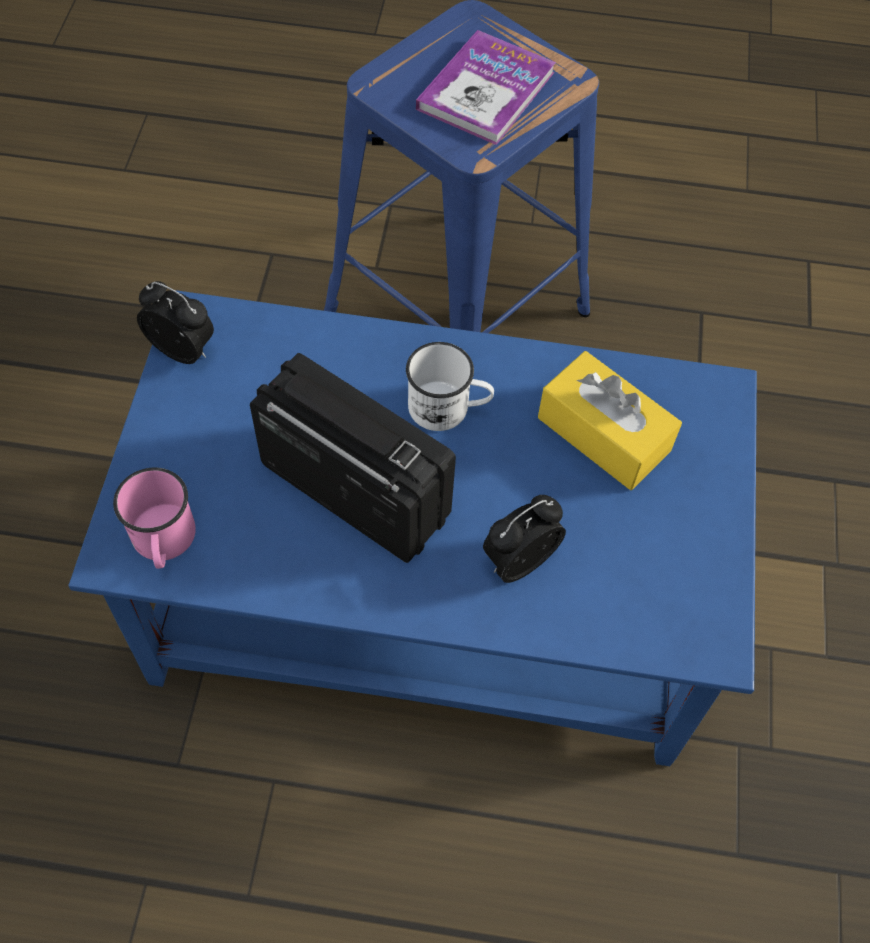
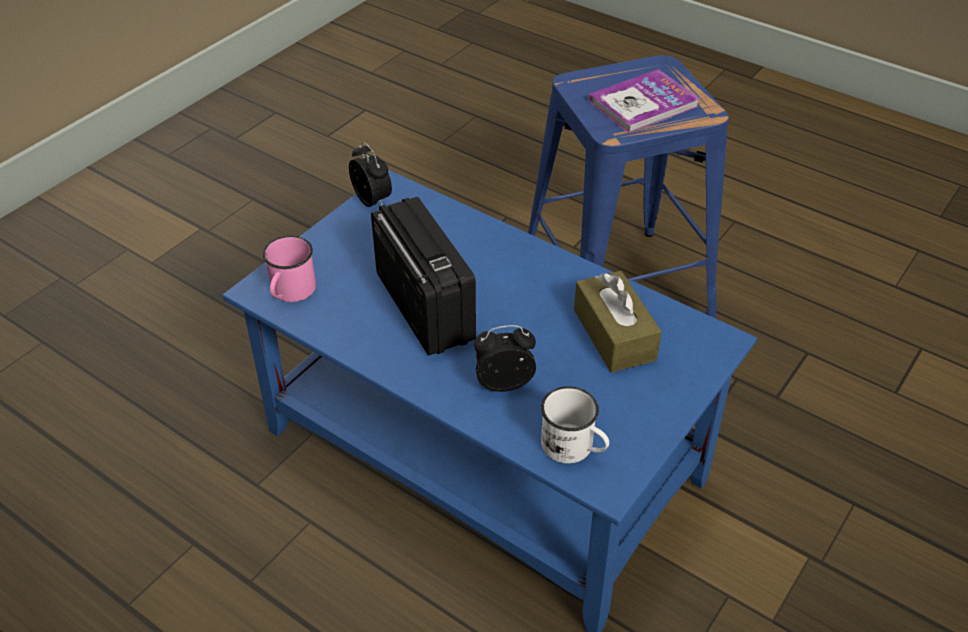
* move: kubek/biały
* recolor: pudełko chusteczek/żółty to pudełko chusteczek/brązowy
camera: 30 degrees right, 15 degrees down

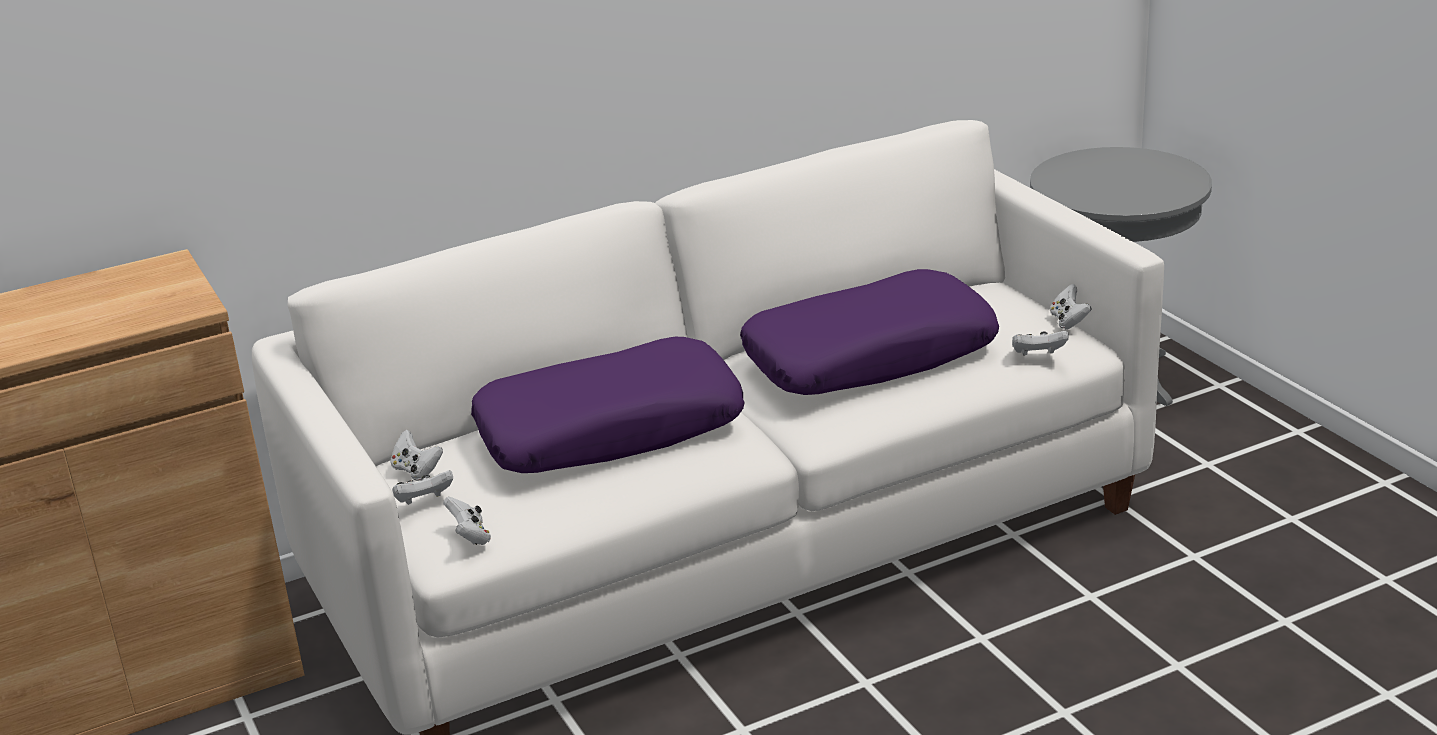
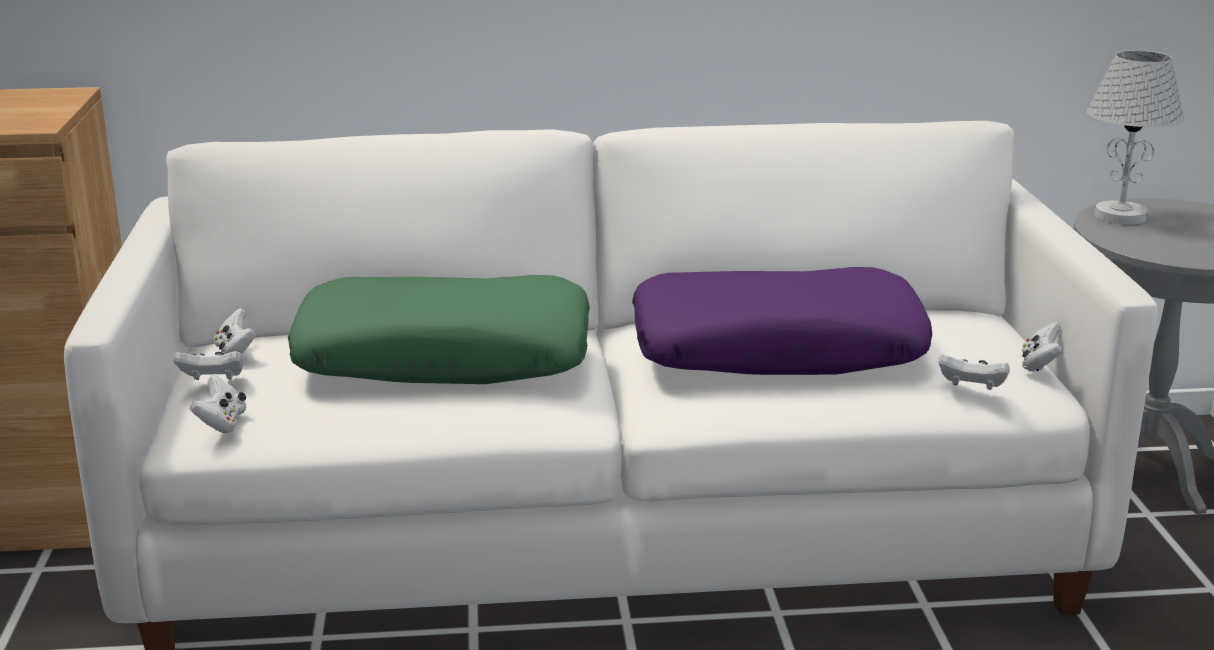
* insert: lampa stołowa/biały
* recolor: poduszka/fioletowy (1st from left) to poduszka/zielony
camera: 20 degrees right, 5 degrees down

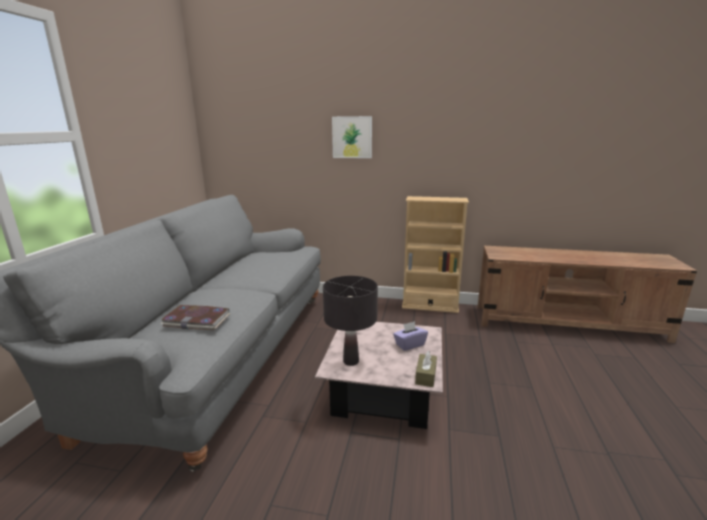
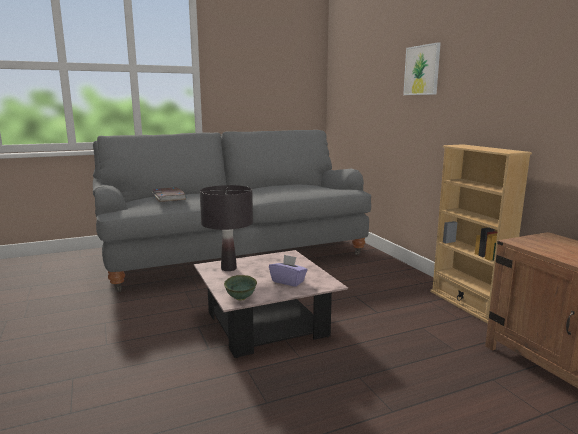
* replace: pudełko chusteczek/brązowy to miska/zielony
camera: 55 degrees right, 5 degrees down

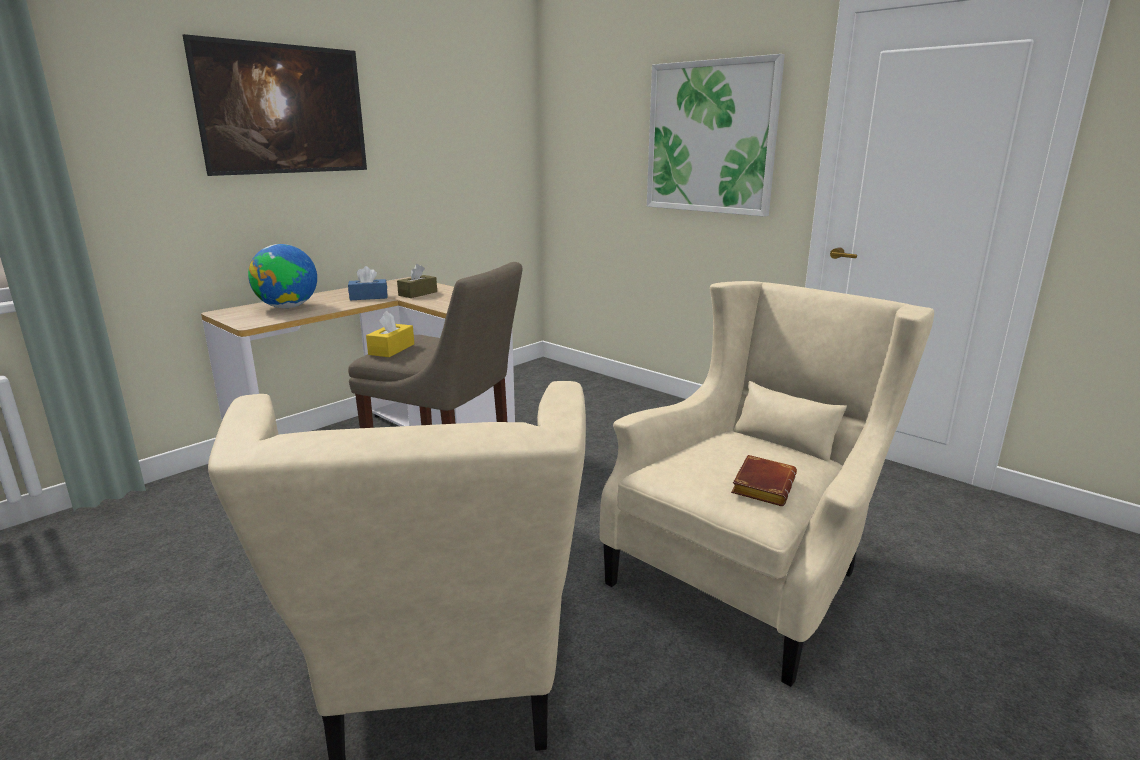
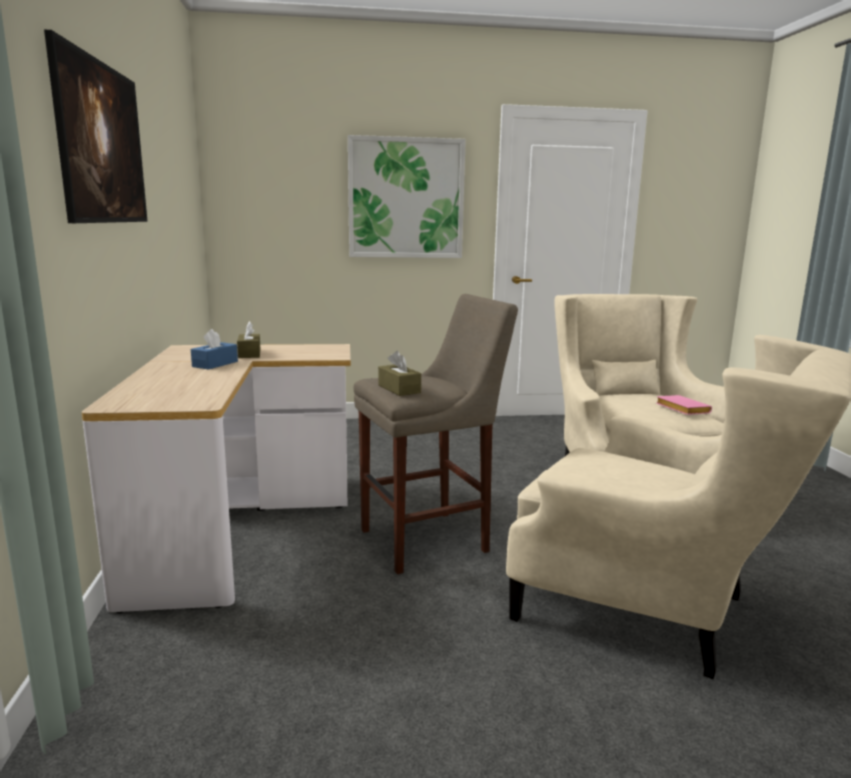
* delete: globus
* recolor: pudełko chusteczek/żółty to pudełko chusteczek/brązowy (2nd from left)
* recolor: książka/brązowy to książka/różowy
camera: 50 degrees left, 5 degrees down

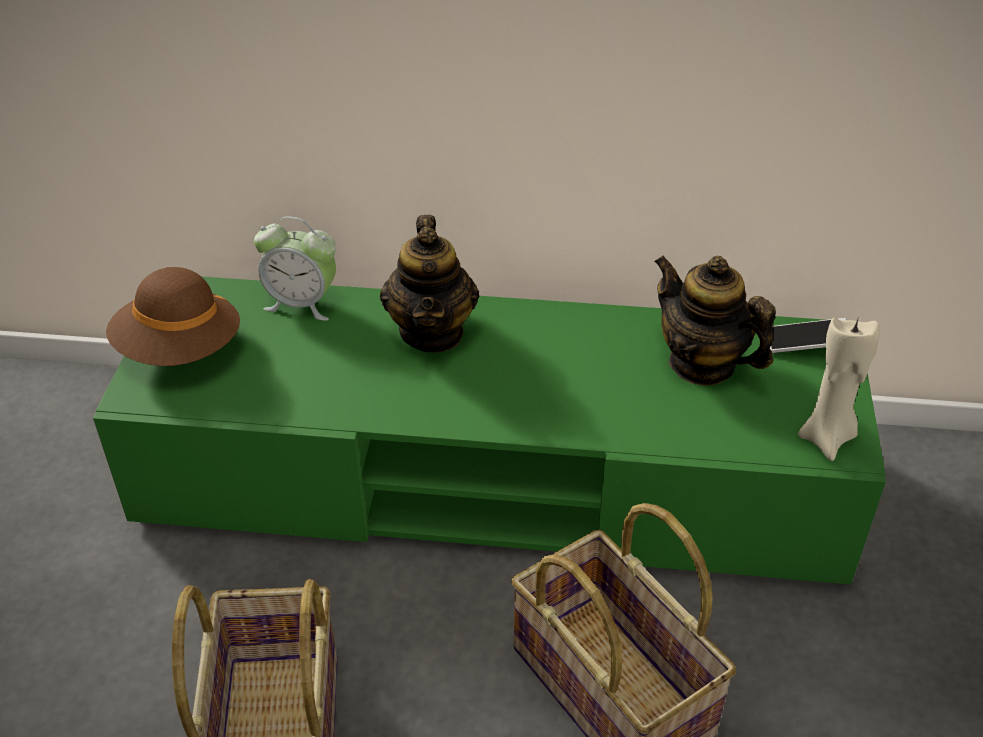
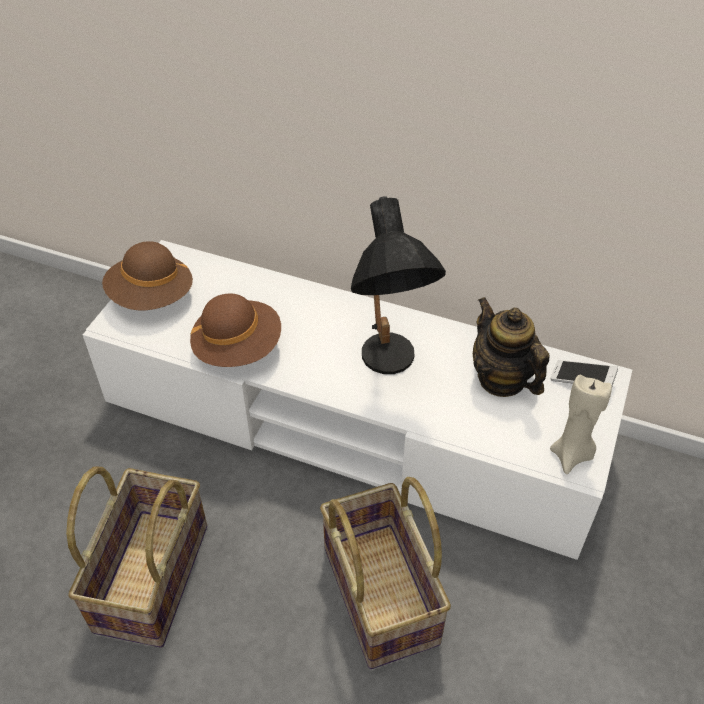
* delete: budzik
* delete: imbryk (1st from left)
* insert: kapelusz/brązowy (2nd from left)
* insert: lampa stołowa/czarny
* recolor: szafka pod telewizor/zielony to szafka pod telewizor/biały
camera: 15 degrees right, 5 degrees up

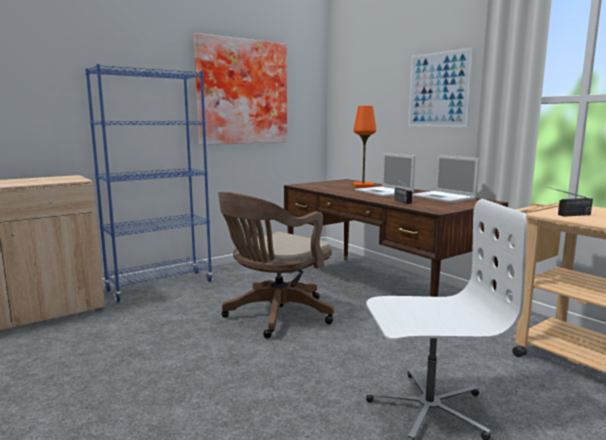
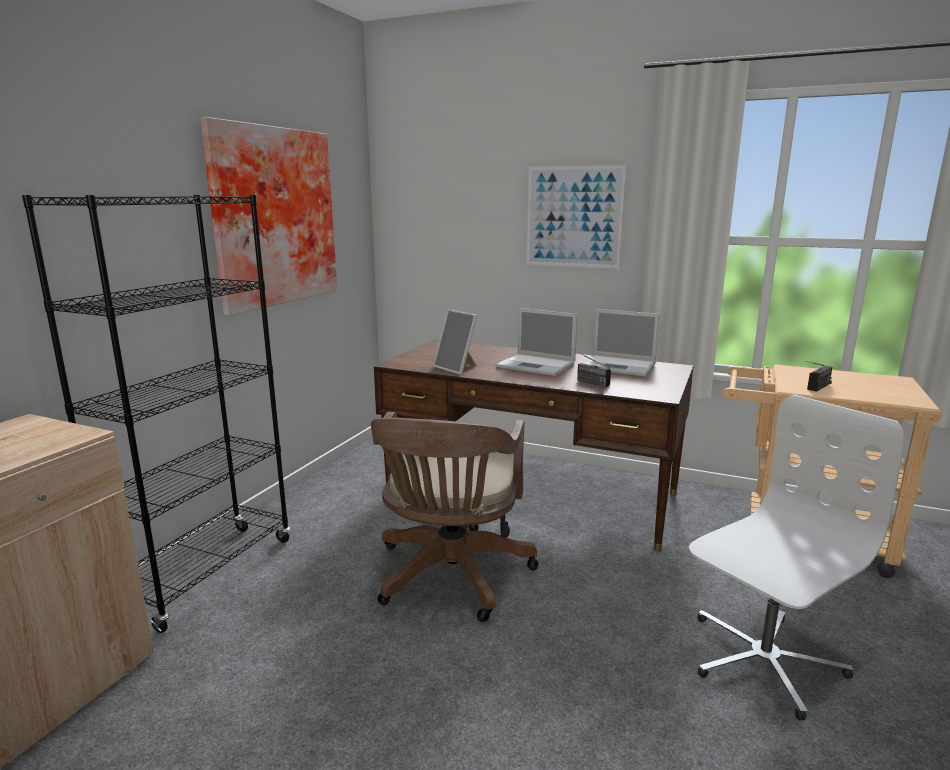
* delete: lampa stołowa/pomarańczowy
* insert: ramka na zdjęcie
* recolor: regał/niebieski to regał/czarny
camera: 30 degrees left, 5 degrees up

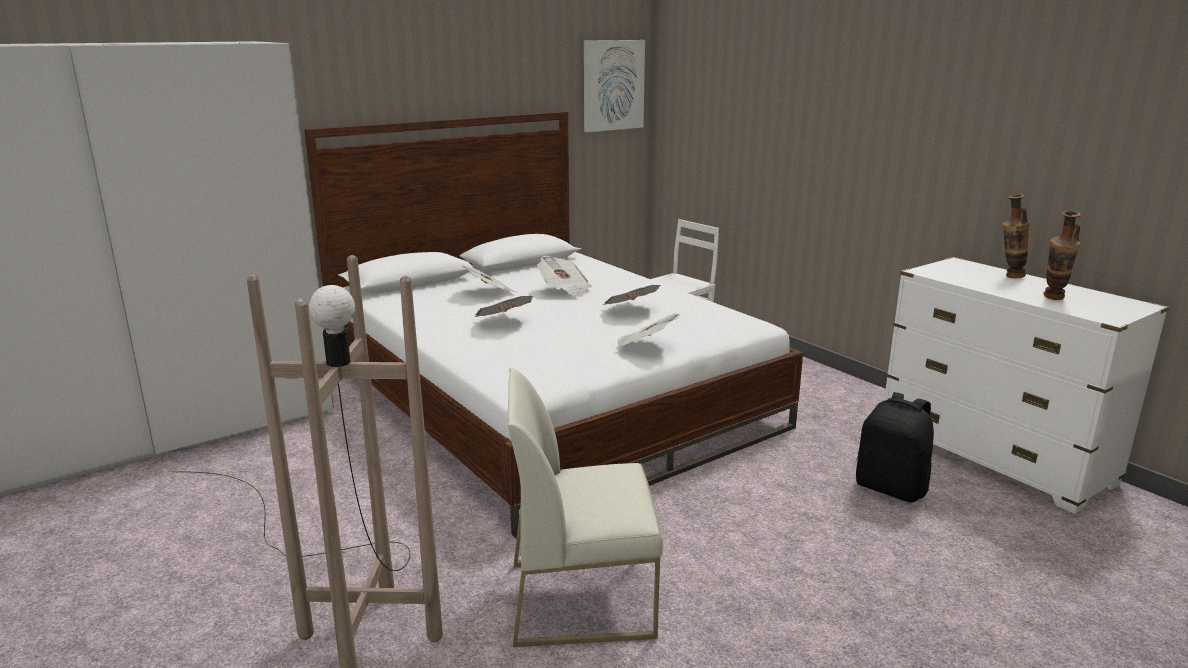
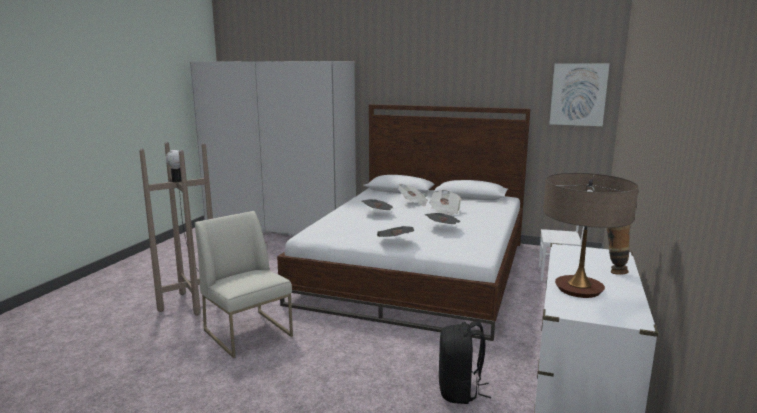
* replace: wazon (2nd from left) to lampa stołowa
camera: 55 degrees right, 5 degrees down

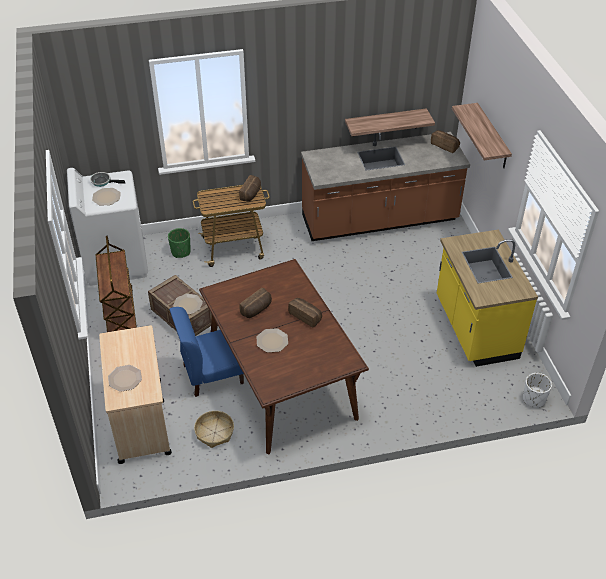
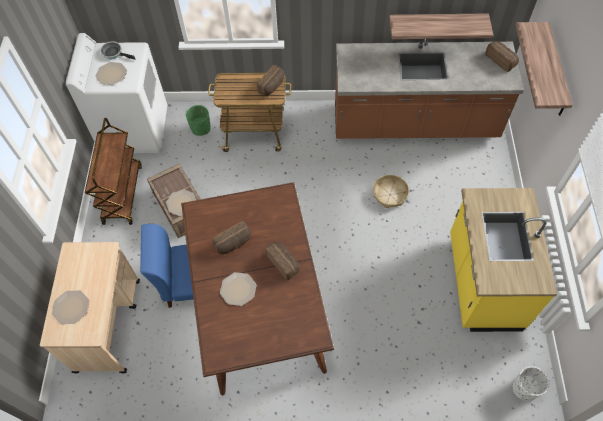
* move: koszyk
camera: 15 degrees right, 15 degrees up

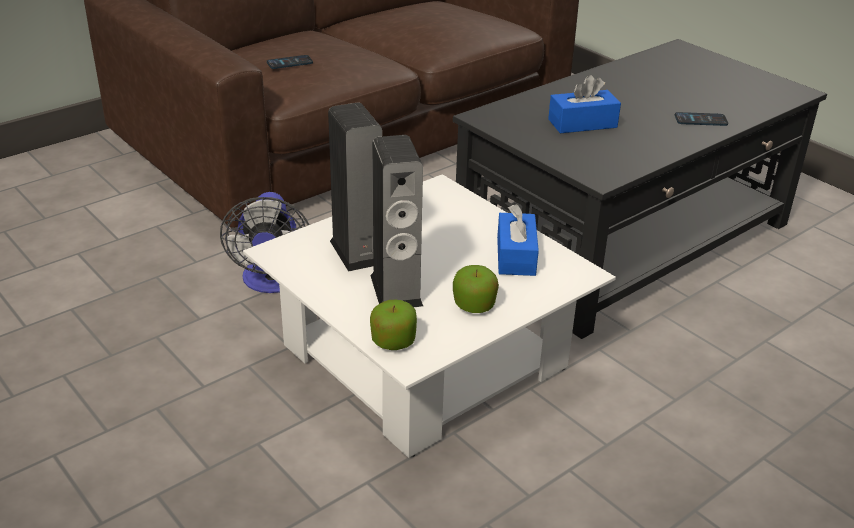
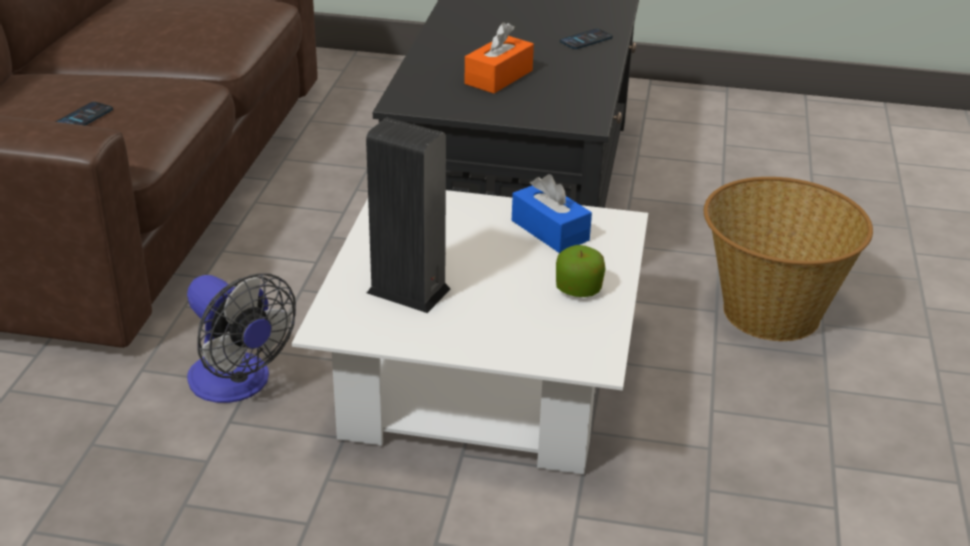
* delete: głośnik (2nd from left)
* delete: jabłko (1st from left)
* insert: koszyk
* recolor: pudełko chusteczek/niebieski (2nd from left) to pudełko chusteczek/pomarańczowy
camera: 40 degrees left, 0 degrees up

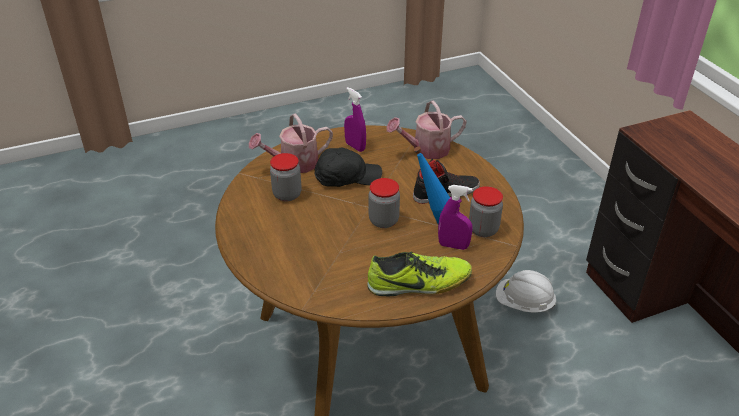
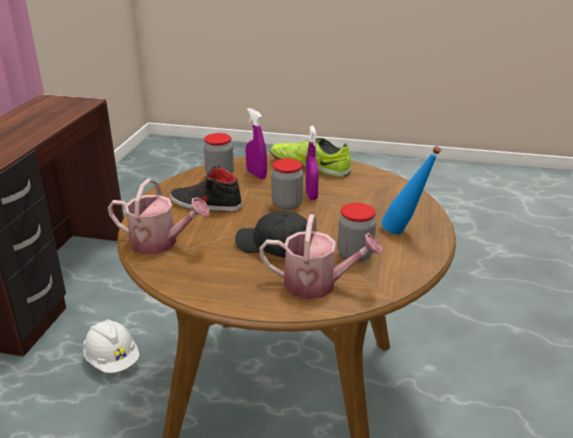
* move: spryskiwacz/fioletowy (1st from left in the first image) to spryskiwacz/fioletowy (2nd from left)
* move: butelka/niebieski
camera: 145 degrees left, 10 degrees down

